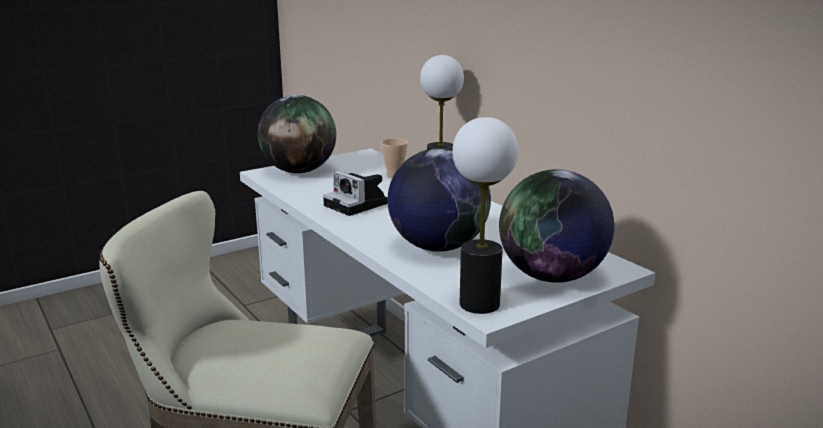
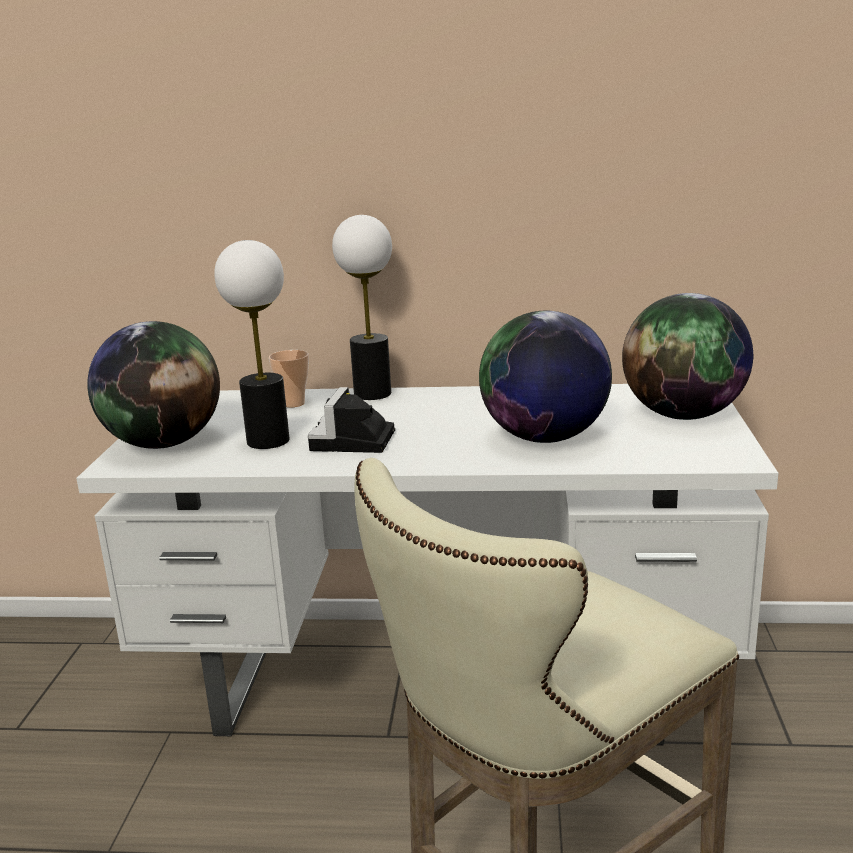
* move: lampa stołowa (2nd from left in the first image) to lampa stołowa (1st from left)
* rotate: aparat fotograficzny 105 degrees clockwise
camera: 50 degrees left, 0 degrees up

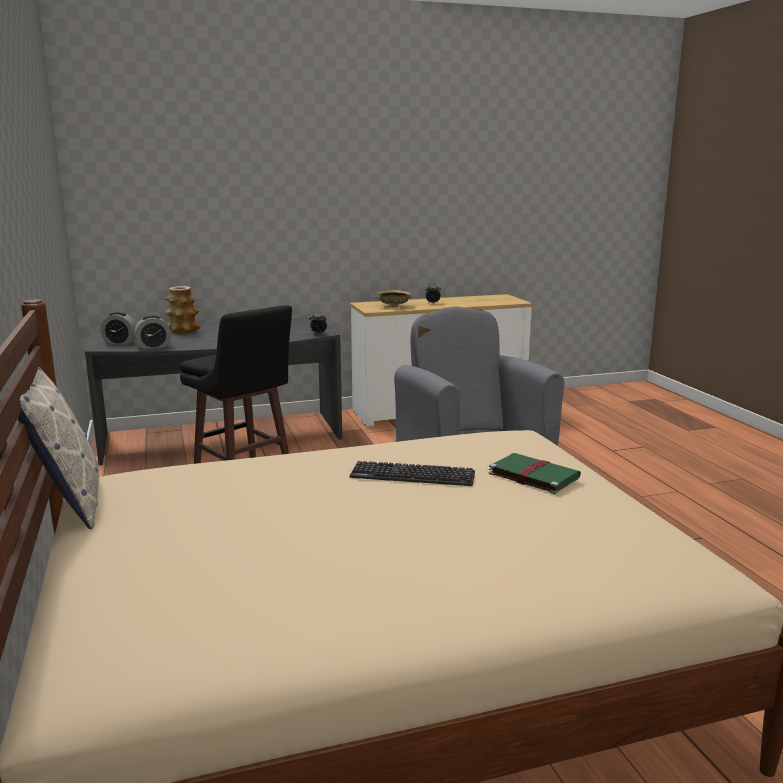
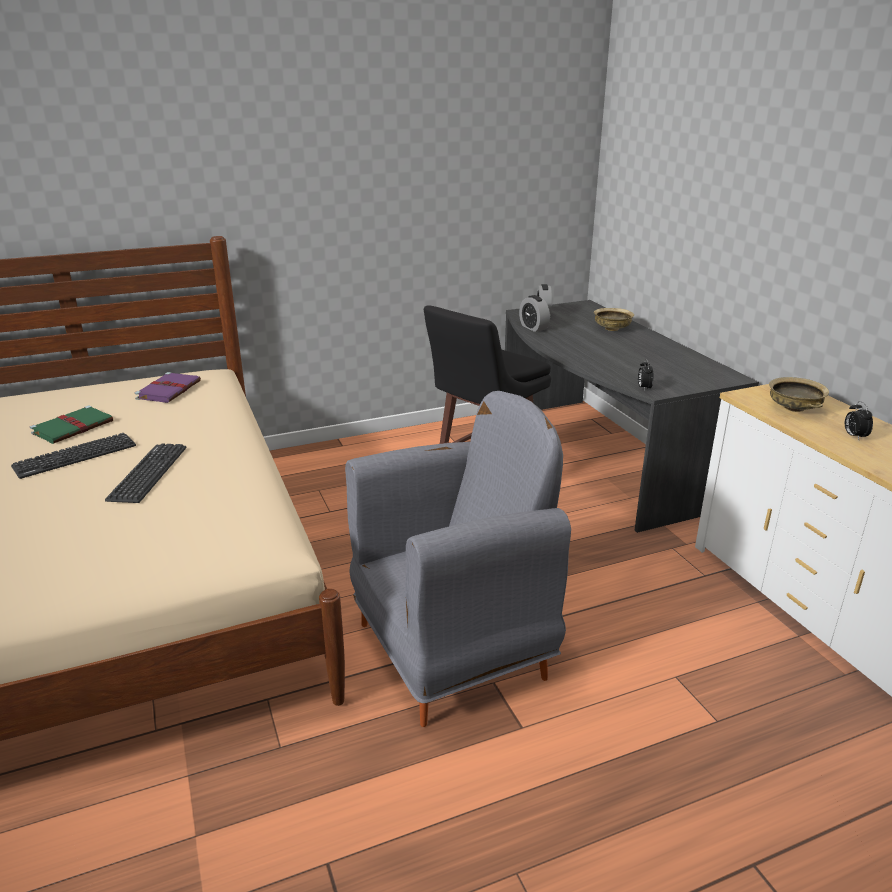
* delete: poduszka
* insert: klawiatura (1st from left)
* insert: książka/fioletowy
* move: książka/zielony
* replace: wazon to miska/beżowy (1st from left)
camera: 85 degrees right, 10 degrees up

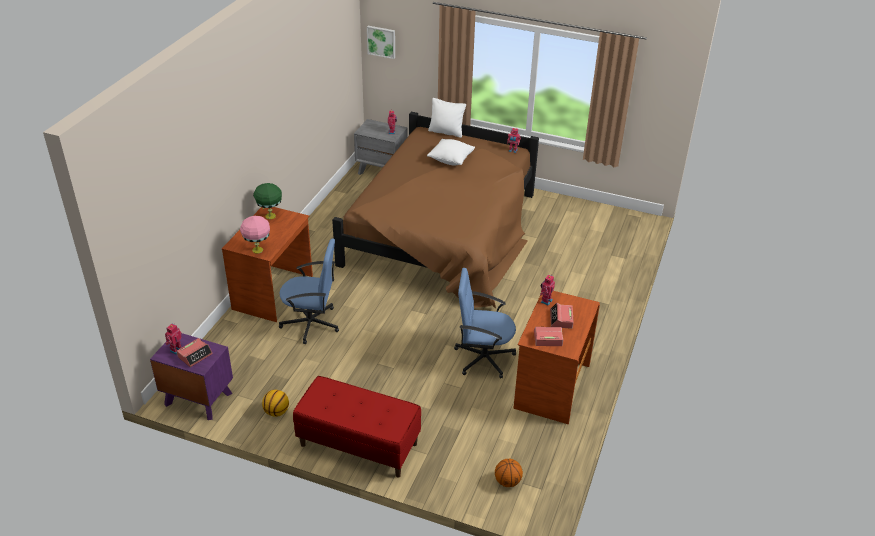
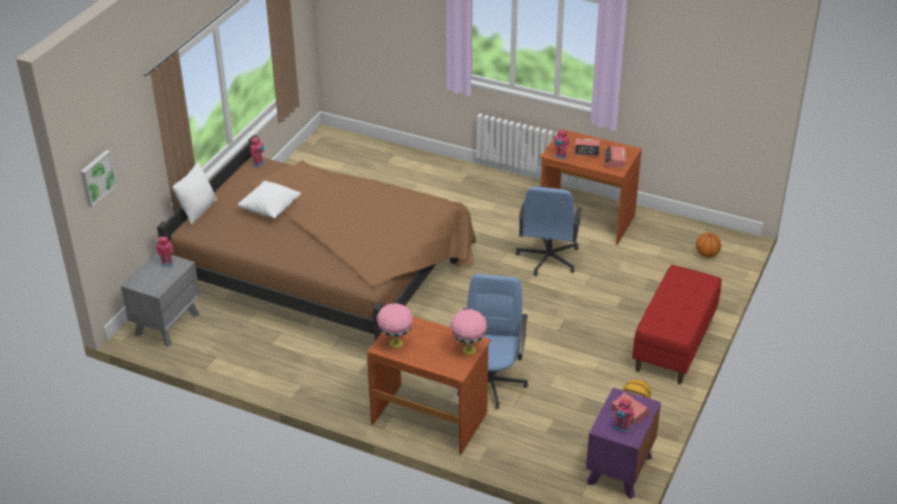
* recolor: lampa stołowa/zielony to lampa stołowa/różowy (1st from left)
camera: 85 degrees left, 0 degrees up

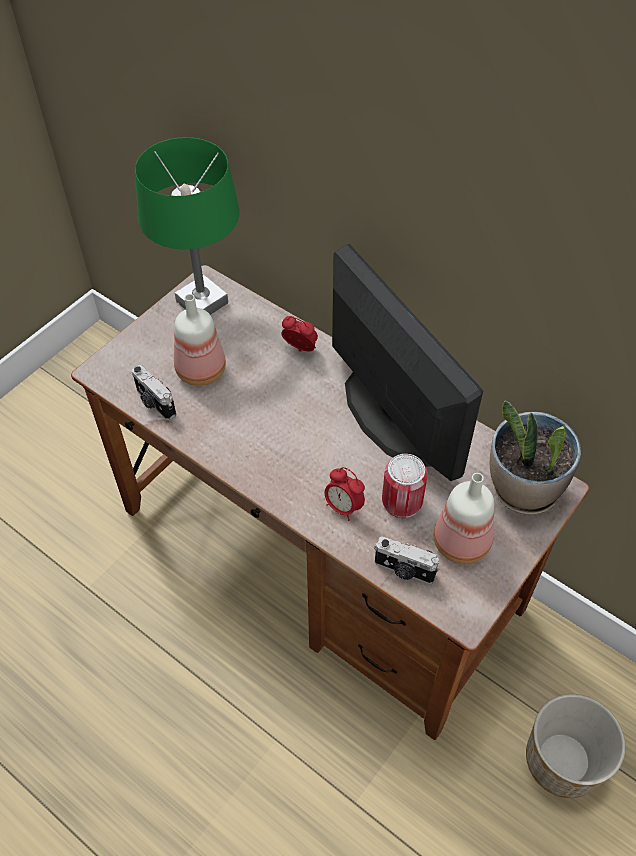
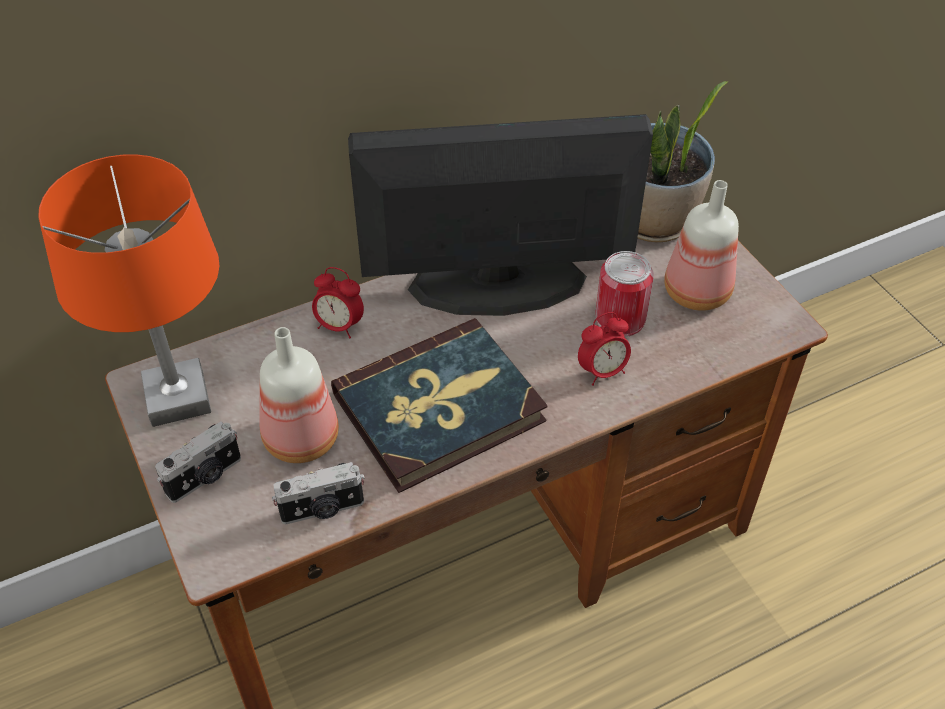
* delete: donica
* insert: książka
* move: aparat fotograficzny (2nd from left in the first image) to aparat fotograficzny (1st from left)
* recolor: lampa stołowa/zielony to lampa stołowa/pomarańczowy
* rotate: budzik (1st from left) 120 degrees counterclockwise
camera: 65 degrees left, 5 degrees down

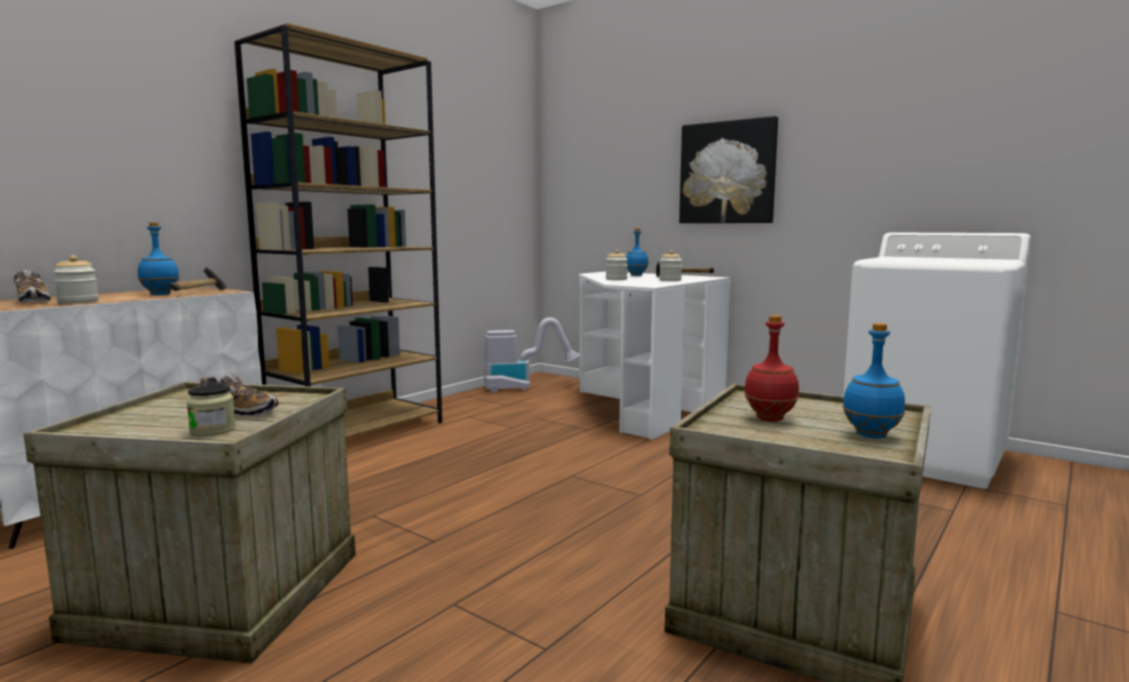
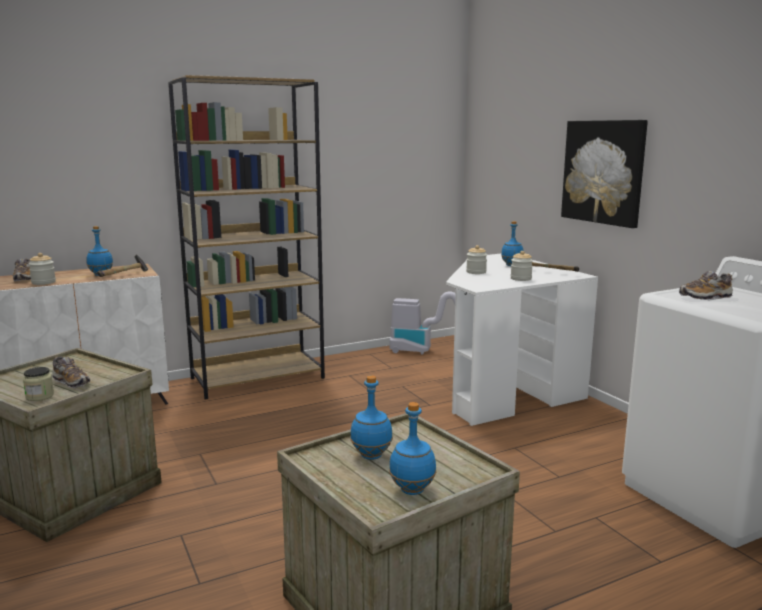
* insert: but (3rd from left)
* recolor: butelka/czerwony to butelka/niebieski (2nd from left)
camera: 25 degrees right, 5 degrees up

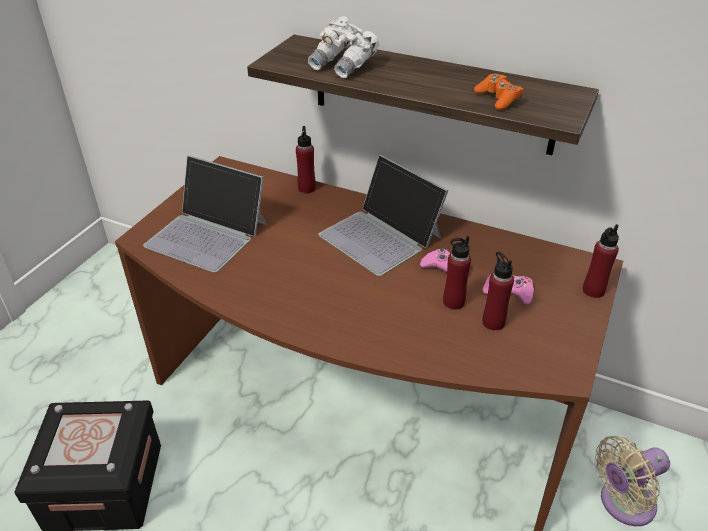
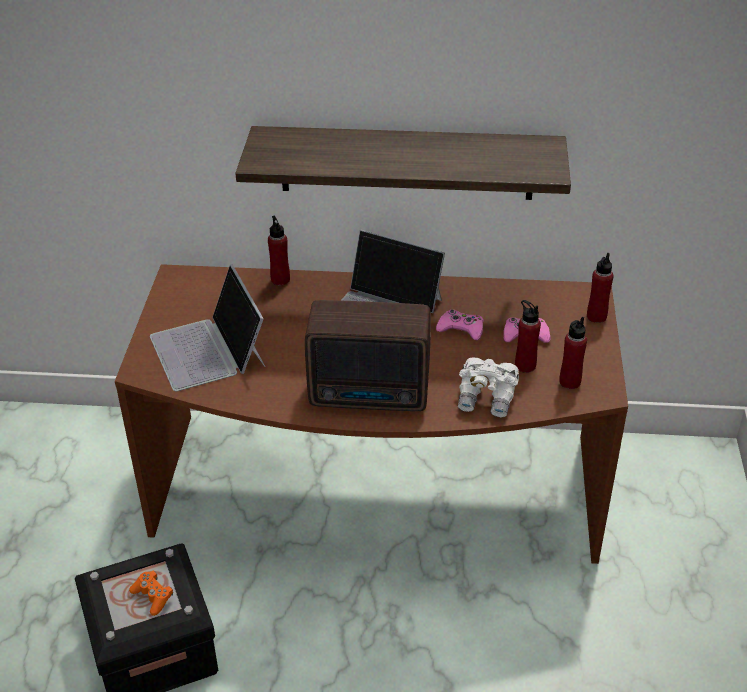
* delete: wentylator/beżowy
* insert: radio
* move: lornetka/biały
* move: butelka/czerwony (2nd from left in the first image) to butelka/czerwony (3rd from left)
* move: pad do gier/pomarańczowy
* rotate: laptop (1st from left) 60 degrees clockwise
camera: 20 degrees left, 0 degrees up

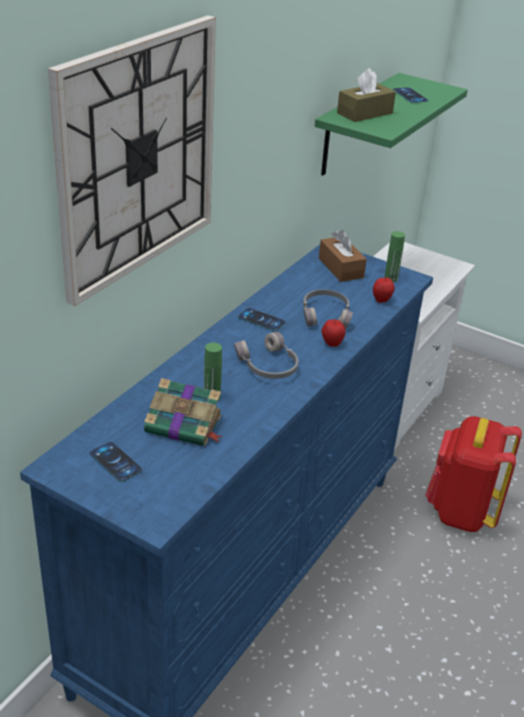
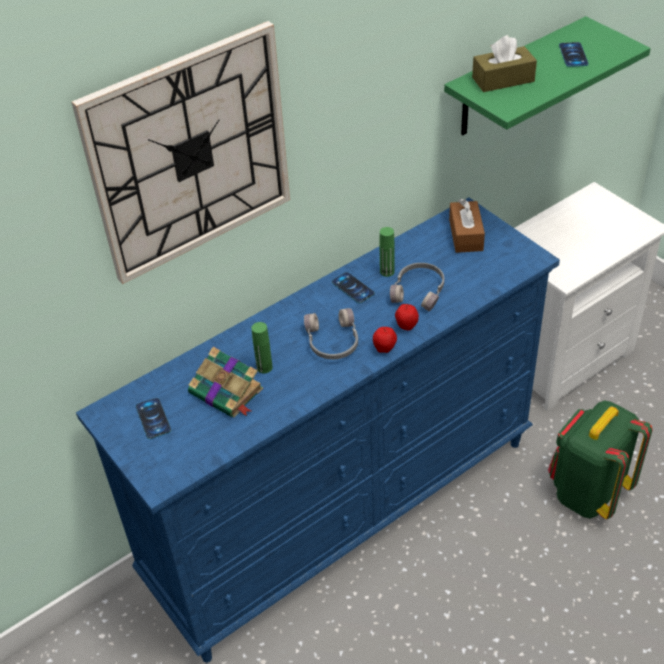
* move: jabłko (2nd from left in the first image) to jabłko (1st from left)
* move: butelka/zielony (2nd from left)
* recolor: plecak/czerwony to plecak/zielony
camera: 25 degrees right, 10 degrees up

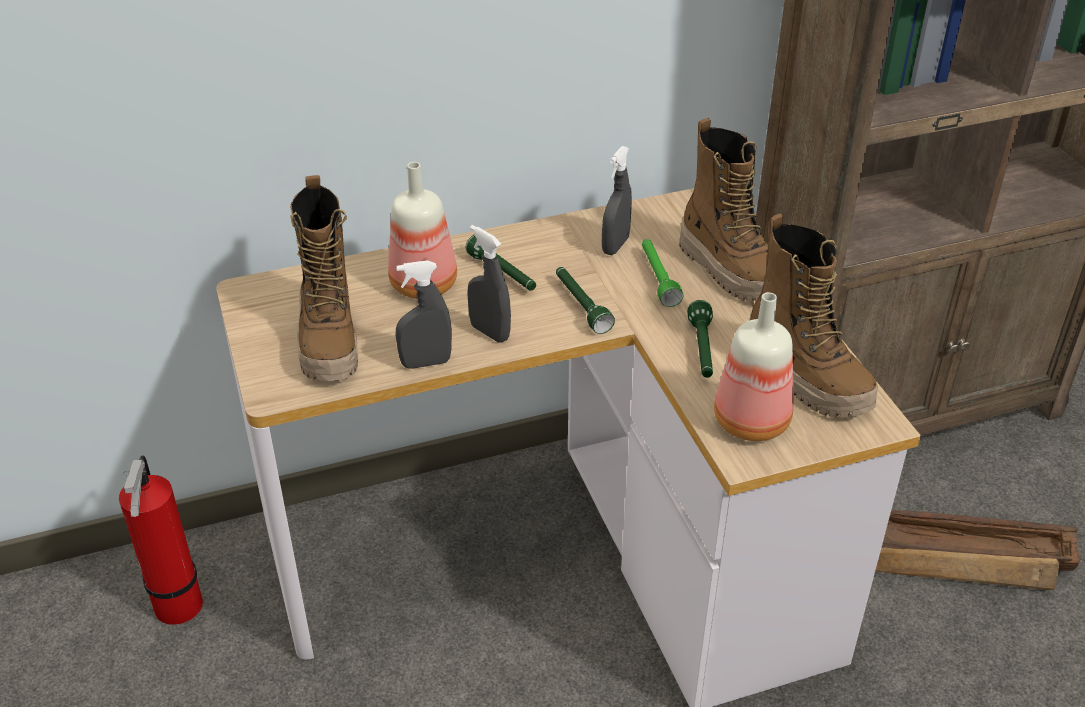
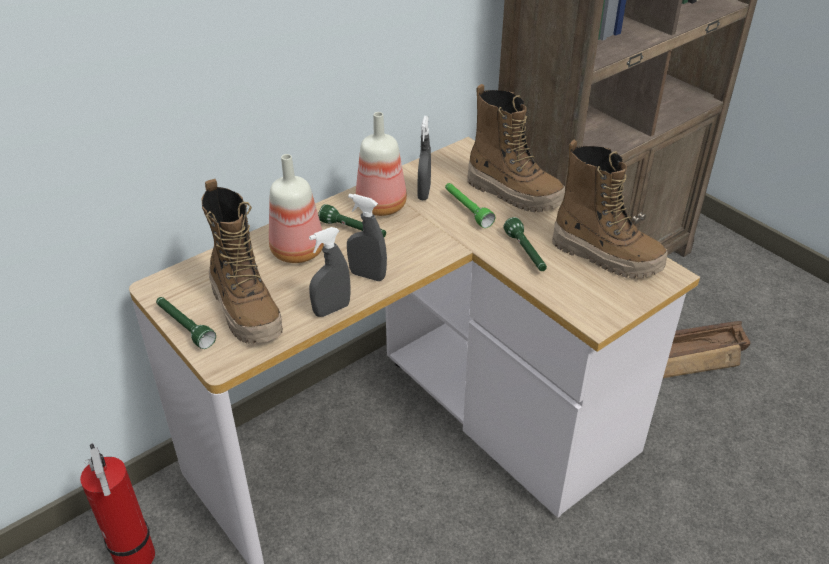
* move: latarka/zielony (2nd from left in the first image) to latarka/zielony (1st from left)
* move: butelka (2nd from left)
camera: 20 degrees left, 0 degrees up

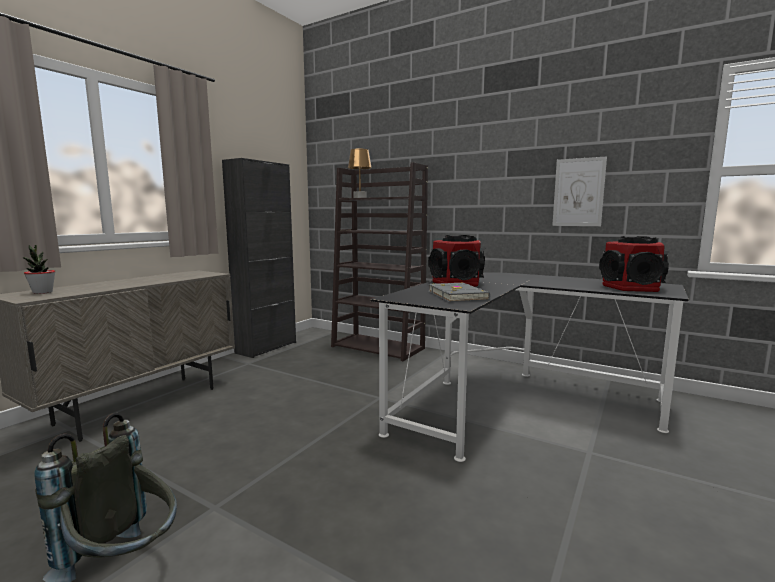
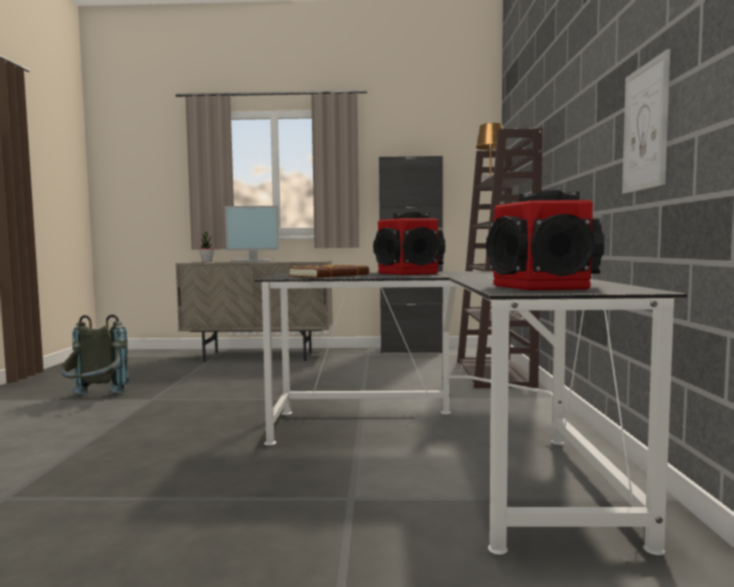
* insert: monitor
* recolor: książka/szary to książka/brązowy
camera: 60 degrees right, 5 degrees down

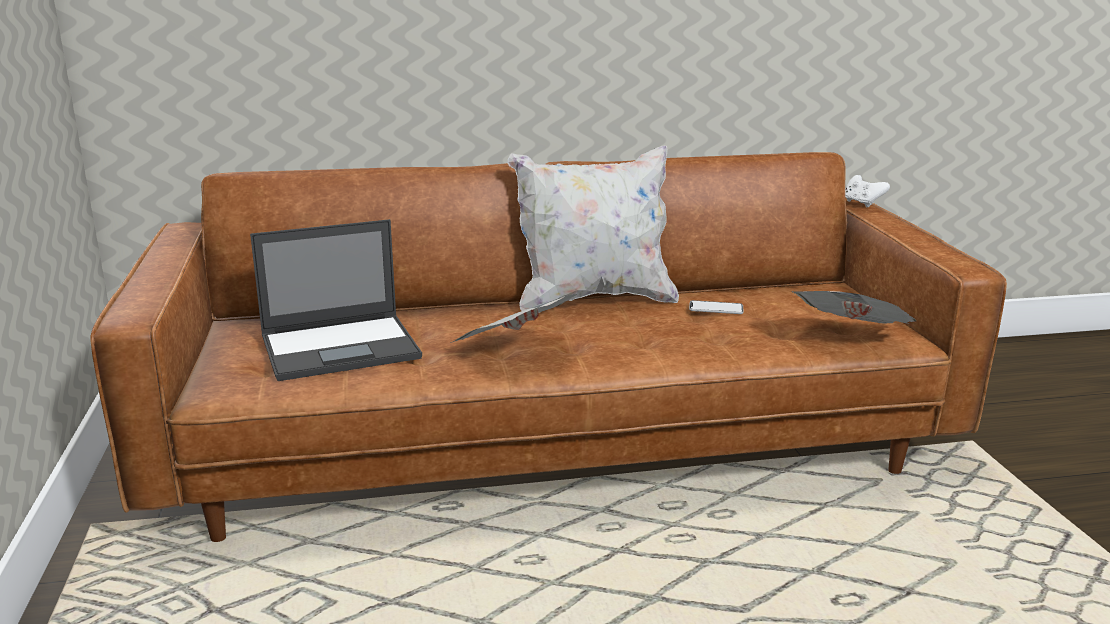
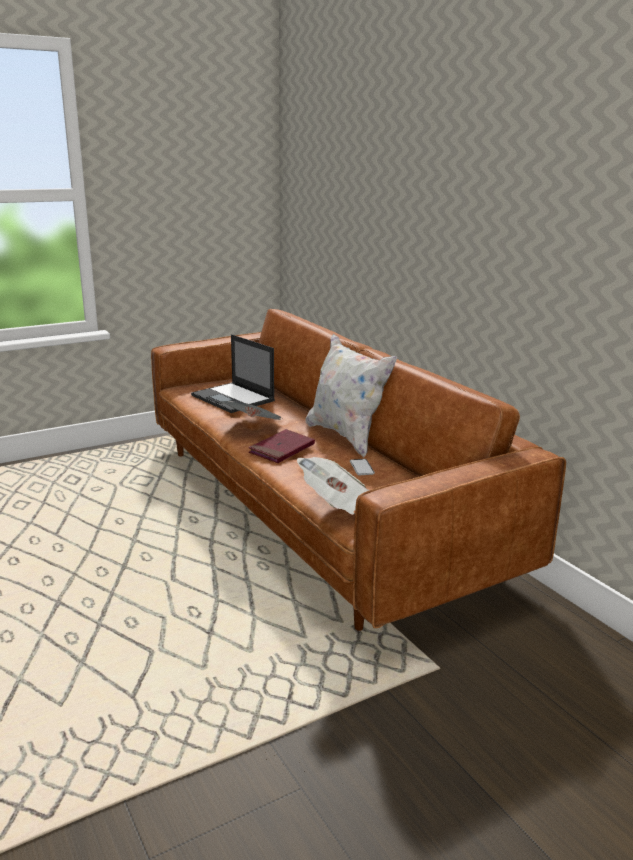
* delete: pad do gier/biały
* insert: książka/czerwony
camera: 70 degrees right, 0 degrees up

